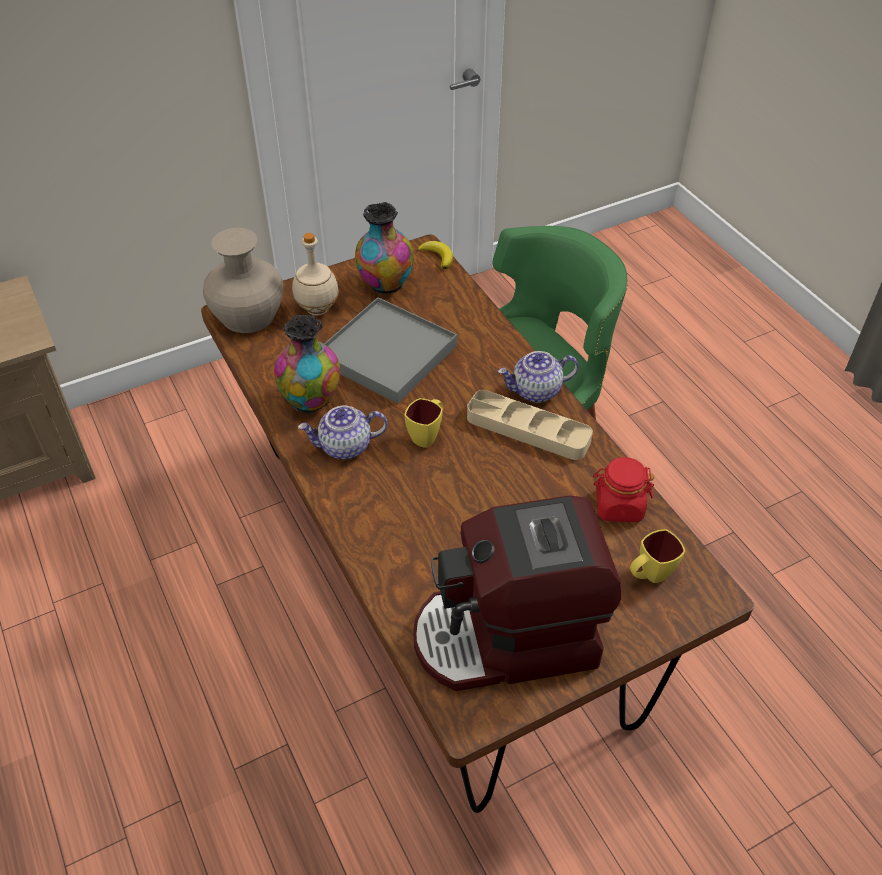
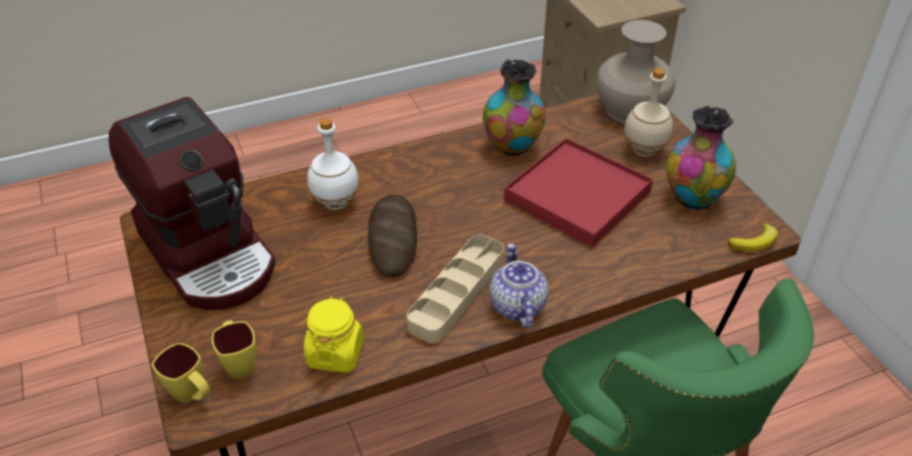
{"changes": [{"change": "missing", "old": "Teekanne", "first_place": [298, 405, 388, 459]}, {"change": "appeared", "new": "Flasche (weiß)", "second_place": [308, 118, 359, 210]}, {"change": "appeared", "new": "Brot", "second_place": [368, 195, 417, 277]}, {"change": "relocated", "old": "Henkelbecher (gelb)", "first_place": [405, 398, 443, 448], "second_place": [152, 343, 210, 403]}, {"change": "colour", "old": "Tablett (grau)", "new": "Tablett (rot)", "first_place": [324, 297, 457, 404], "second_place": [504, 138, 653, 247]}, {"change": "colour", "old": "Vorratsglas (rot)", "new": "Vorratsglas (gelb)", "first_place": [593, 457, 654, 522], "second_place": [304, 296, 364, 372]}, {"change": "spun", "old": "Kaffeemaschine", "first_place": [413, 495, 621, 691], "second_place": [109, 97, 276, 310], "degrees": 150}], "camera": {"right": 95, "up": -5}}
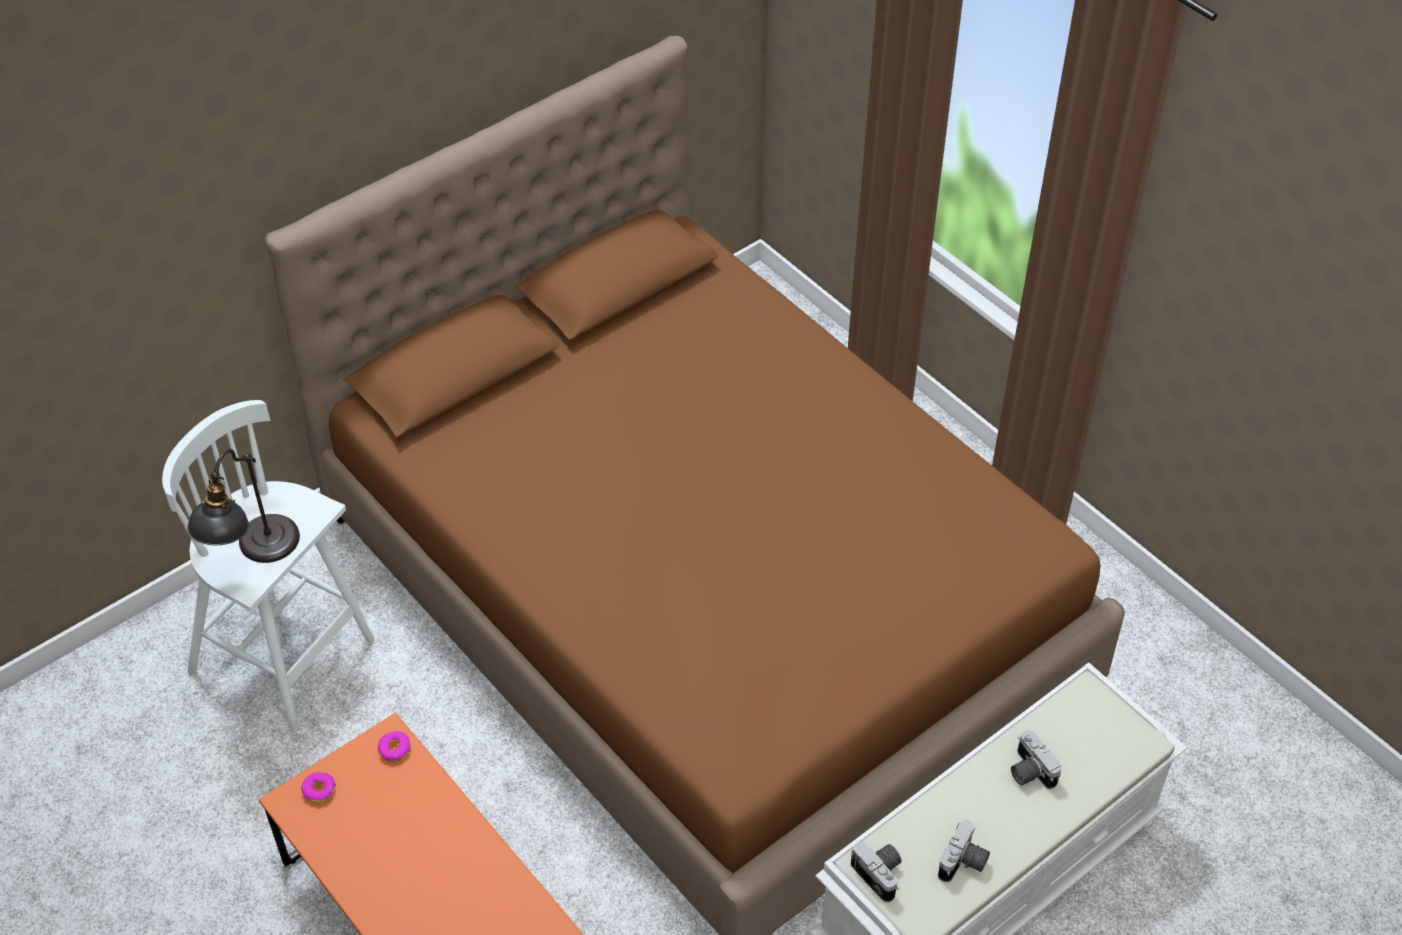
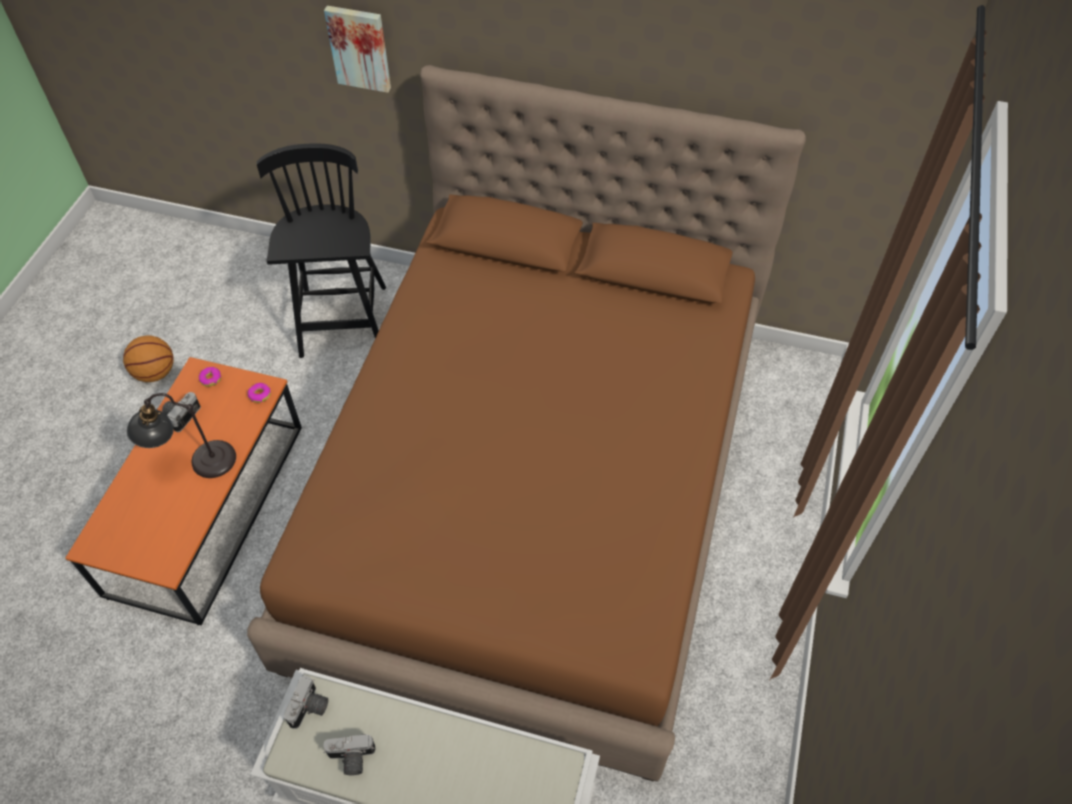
{"changes": [{"change": "appeared", "new": "Basketball", "second_place": [123, 335, 174, 382]}, {"change": "appeared", "new": "Bild", "second_place": [324, 6, 391, 93]}, {"change": "relocated", "old": "Tischlampe (grau)", "first_place": [187, 449, 300, 563], "second_place": [127, 393, 236, 478]}, {"change": "relocated", "old": "Kamera", "first_place": [1011, 730, 1061, 789], "second_place": [162, 392, 201, 432]}, {"change": "colour", "old": "Hocker (weiß)", "new": "Hocker (schwarz)", "first_place": [162, 400, 374, 730], "second_place": [256, 144, 386, 358]}], "camera": {"right": 55, "up": 5}}
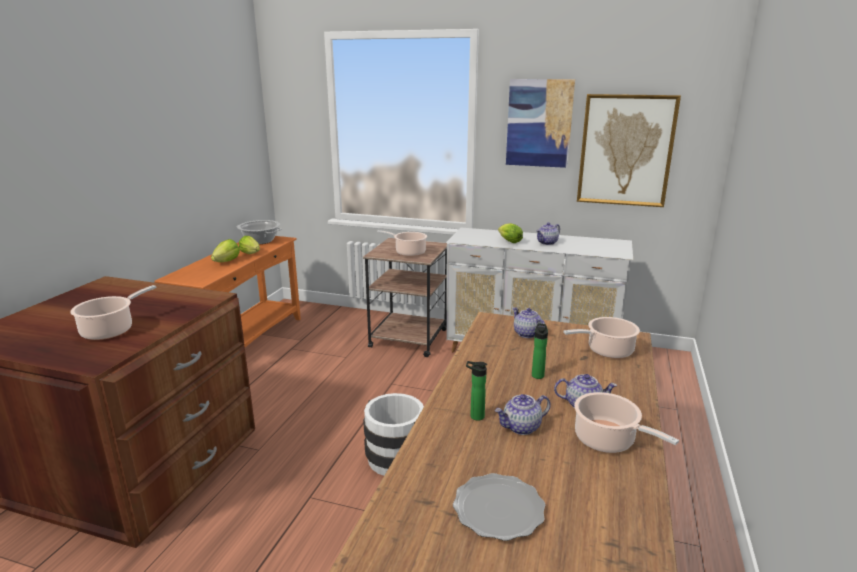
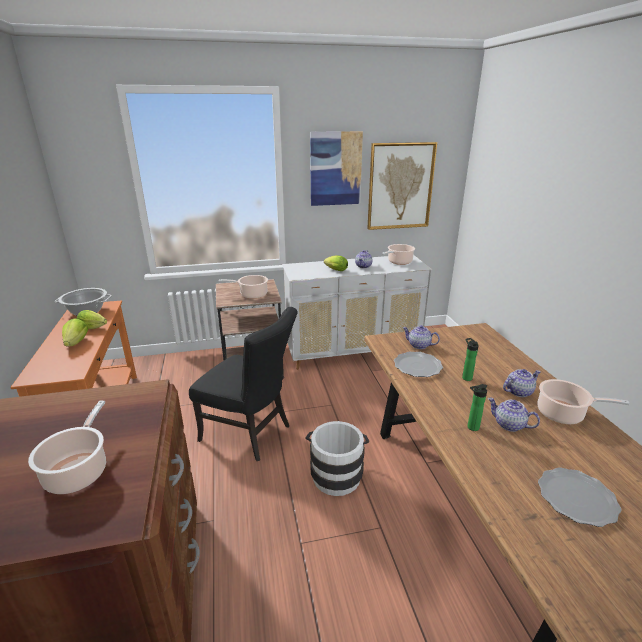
{"changes": [{"change": "appeared", "new": "Stuhl (schwarz)", "second_place": [189, 307, 298, 461]}, {"change": "appeared", "new": "Teller", "second_place": [394, 352, 443, 377]}, {"change": "relocated", "old": "Kochtopf", "first_place": [563, 317, 640, 358], "second_place": [382, 244, 415, 265]}, {"change": "spun", "old": "Teekanne", "first_place": [495, 394, 551, 435], "second_place": [488, 398, 540, 432], "degrees": 90}], "camera": {"right": -30, "up": 5}}
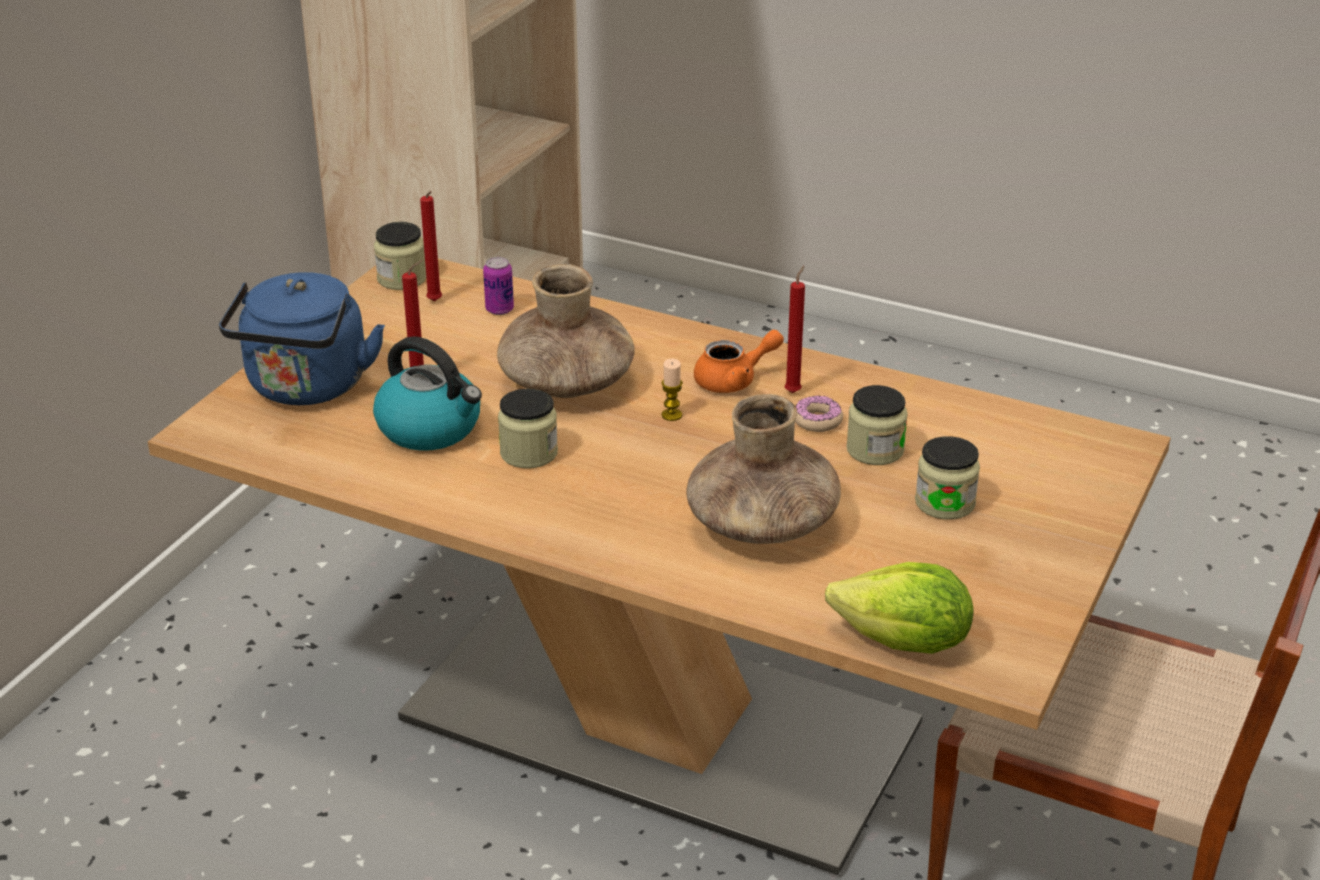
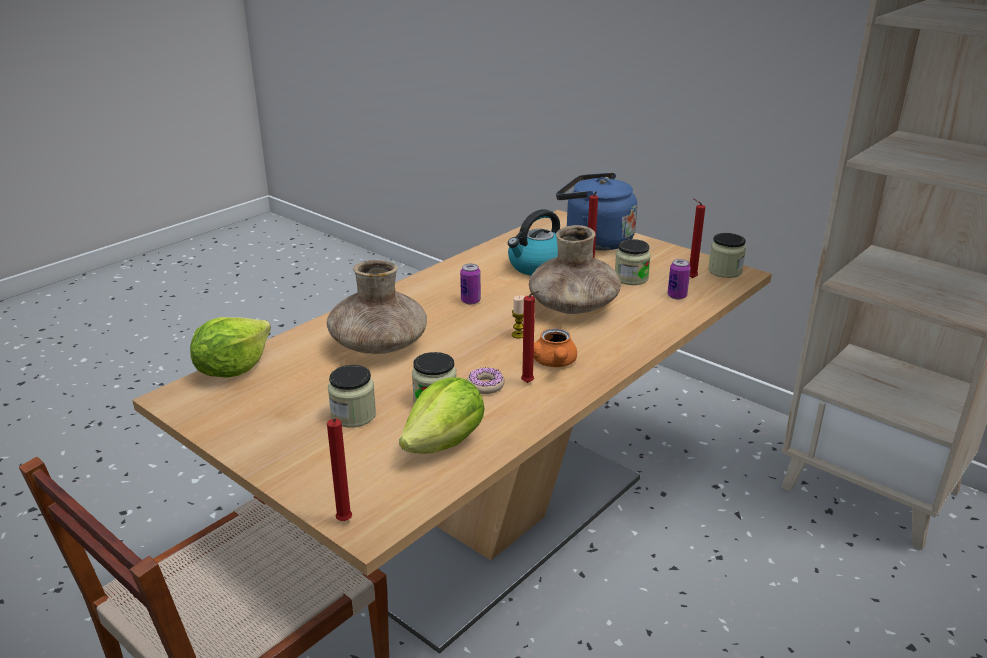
{"changes": [{"change": "appeared", "new": "Kerze (rot)", "second_place": [327, 417, 352, 521]}, {"change": "appeared", "new": "Salatkopf", "second_place": [399, 377, 484, 454]}, {"change": "appeared", "new": "Dose", "second_place": [460, 264, 481, 304]}, {"change": "relocated", "old": "Vorratsglas", "first_place": [498, 389, 558, 468], "second_place": [615, 239, 651, 285]}], "camera": {"right": 105, "up": -5}}
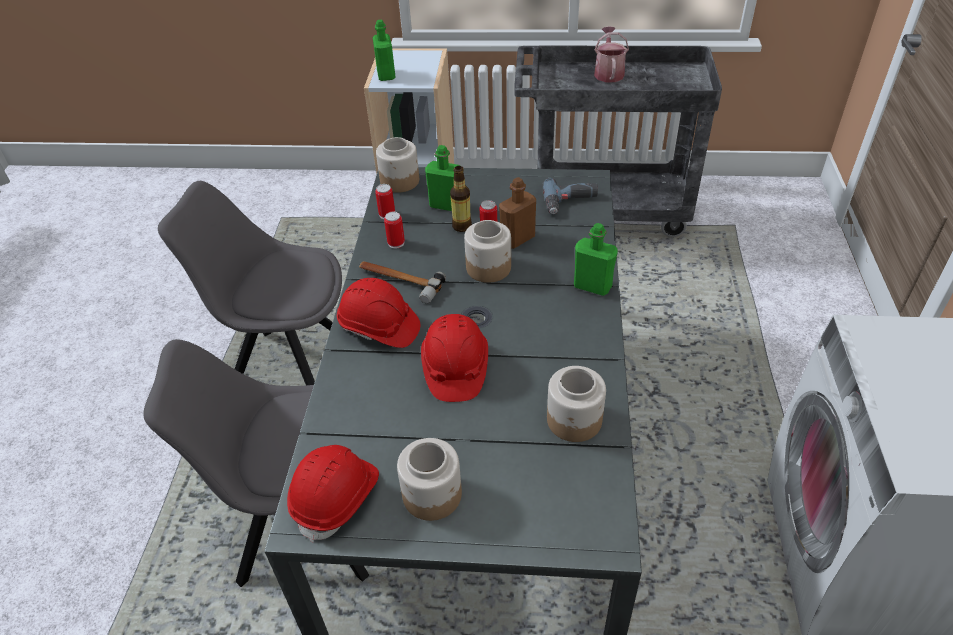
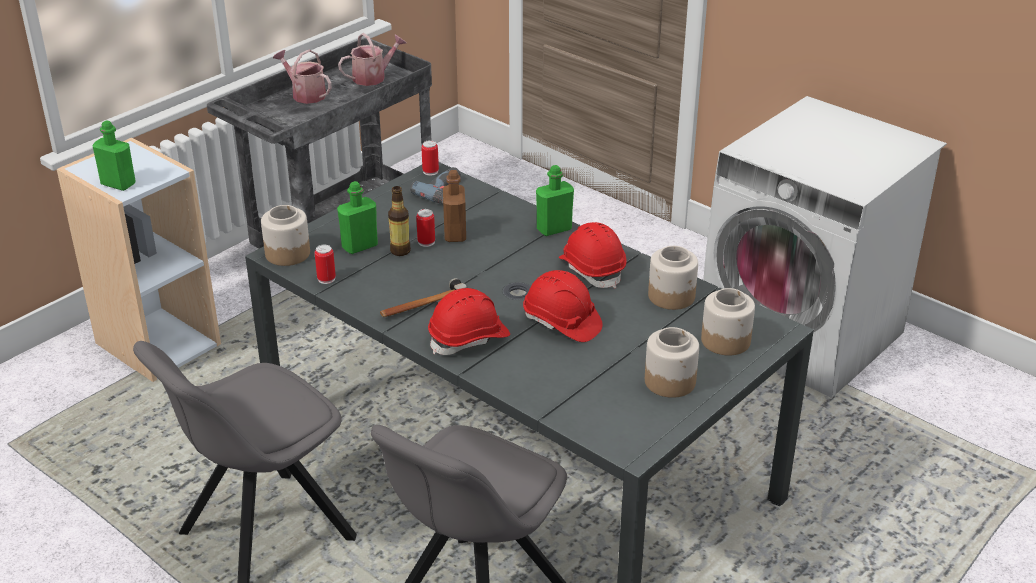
{"changes": [{"change": "appeared", "new": "Gießkanne", "second_place": [338, 33, 406, 86]}, {"change": "relocated", "old": "Schutzhelm (rot)", "first_place": [287, 445, 379, 543], "second_place": [559, 222, 627, 288]}, {"change": "relocated", "old": "Dose", "first_place": [384, 212, 405, 249], "second_place": [421, 140, 439, 176]}, {"change": "relocated", "old": "Vorratsglas", "first_place": [464, 220, 511, 283], "second_place": [701, 288, 755, 355]}], "camera": {"right": -55, "up": -10}}
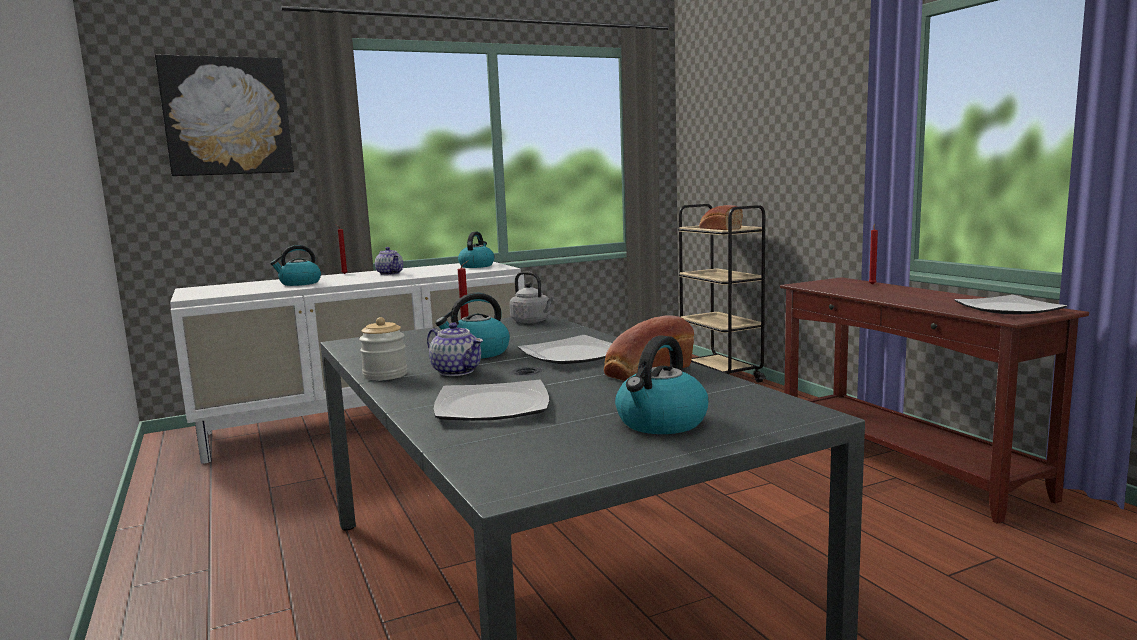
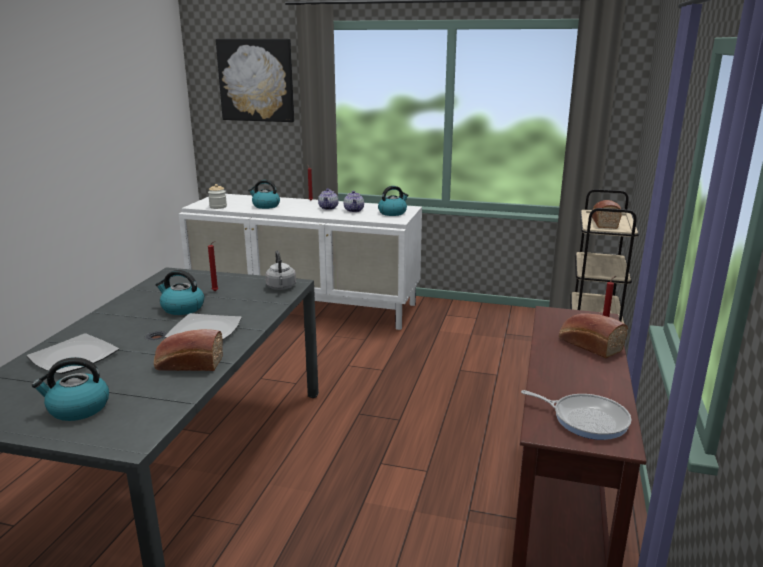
{"changes": [{"change": "appeared", "new": "Brot", "second_place": [559, 314, 628, 358]}, {"change": "relocated", "old": "Vorratsglas", "first_place": [359, 317, 407, 381], "second_place": [208, 184, 227, 209]}, {"change": "relocated", "old": "Teekanne", "first_place": [427, 322, 483, 376], "second_place": [344, 191, 364, 212]}, {"change": "exchanged", "old": "Teller", "new": "Pfanne", "first_place": [954, 295, 1067, 314], "second_place": [521, 390, 631, 440]}], "camera": {"right": 40, "up": 10}}
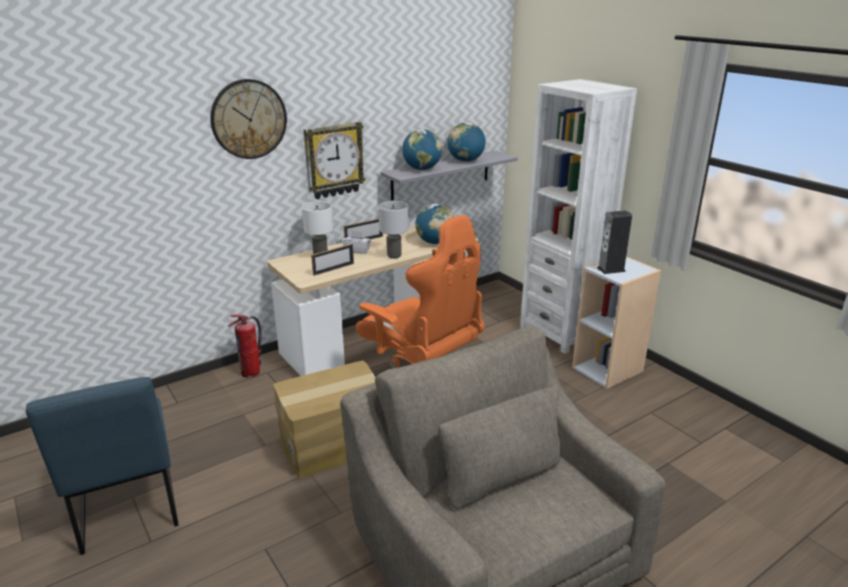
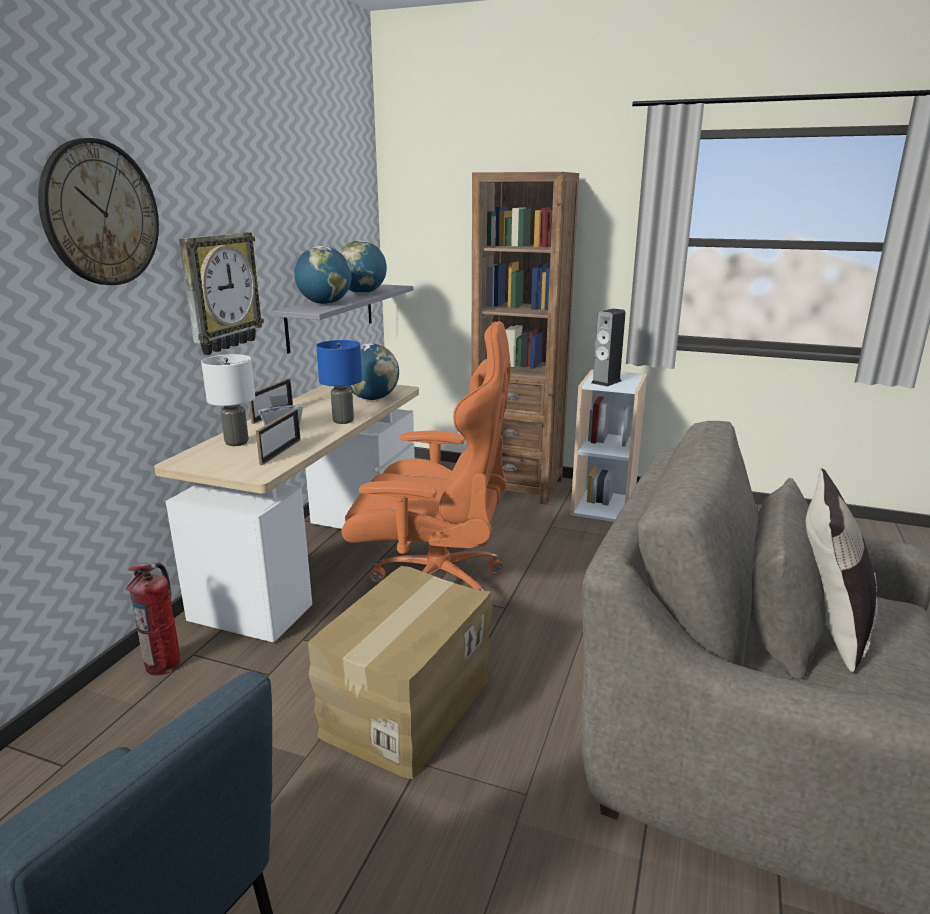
{"changes": [{"change": "appeared", "new": "Kissen", "second_place": [806, 468, 878, 673]}, {"change": "colour", "old": "Tischlampe (weiß)", "new": "Tischlampe (blau)", "first_place": [379, 201, 408, 259], "second_place": [316, 340, 362, 424]}, {"change": "colour", "old": "Bücherregal (weiß)", "new": "Bücherregal (braun)", "first_place": [520, 79, 637, 354], "second_place": [471, 172, 579, 505]}], "camera": {"right": -35, "up": -5}}
